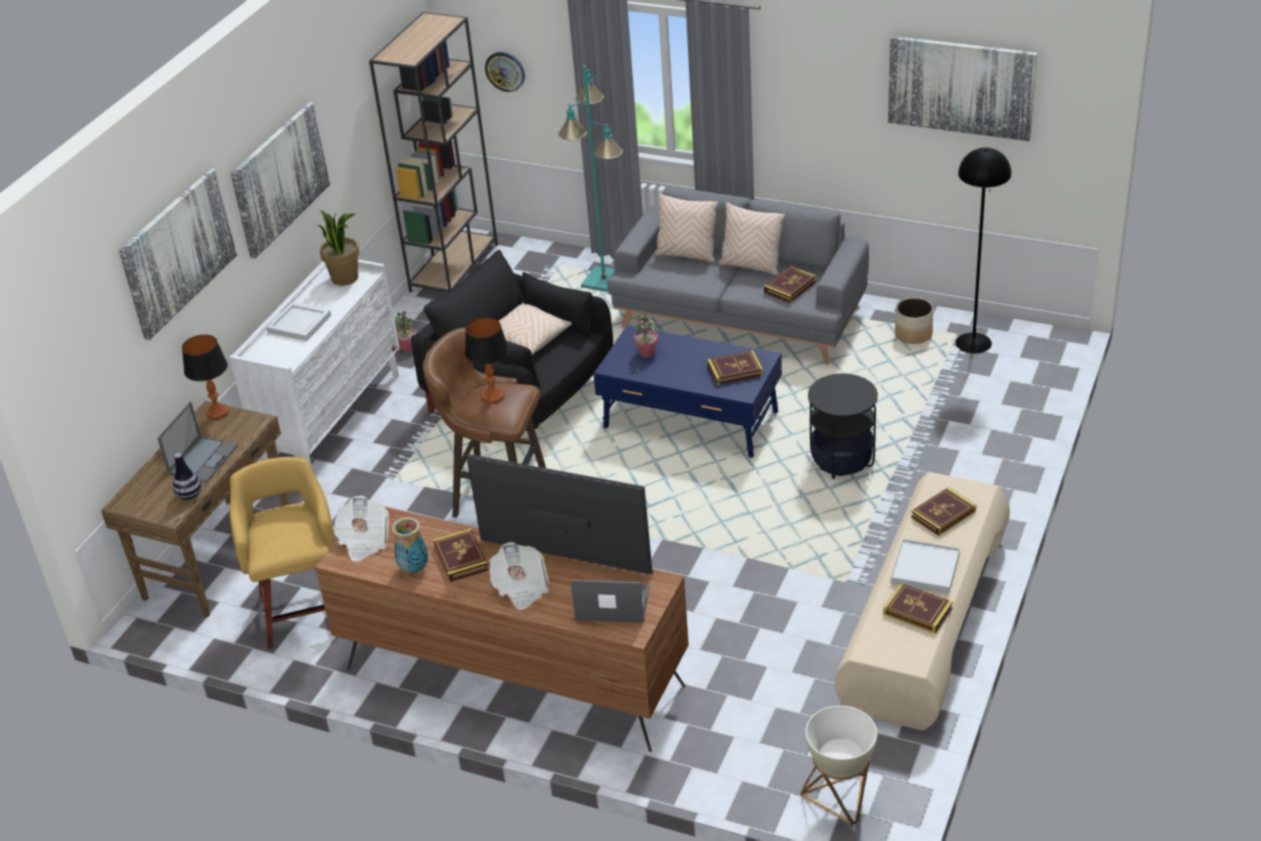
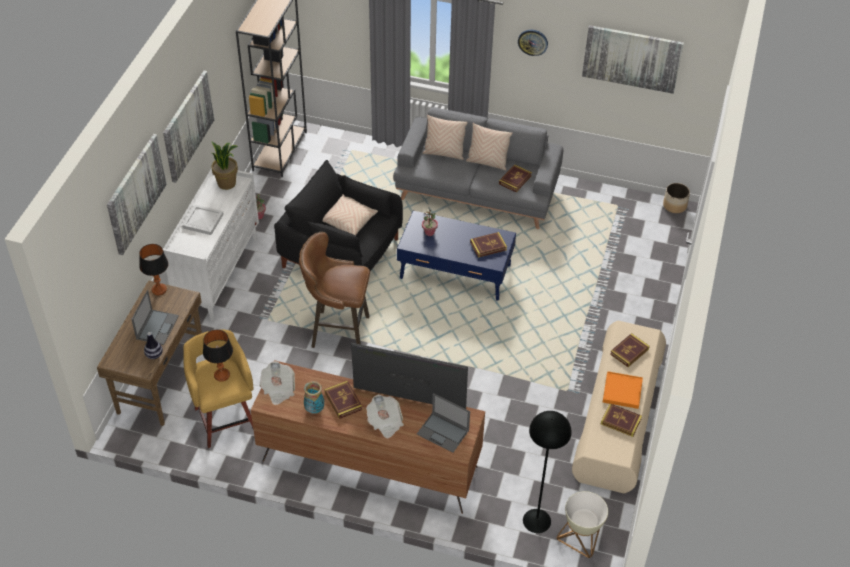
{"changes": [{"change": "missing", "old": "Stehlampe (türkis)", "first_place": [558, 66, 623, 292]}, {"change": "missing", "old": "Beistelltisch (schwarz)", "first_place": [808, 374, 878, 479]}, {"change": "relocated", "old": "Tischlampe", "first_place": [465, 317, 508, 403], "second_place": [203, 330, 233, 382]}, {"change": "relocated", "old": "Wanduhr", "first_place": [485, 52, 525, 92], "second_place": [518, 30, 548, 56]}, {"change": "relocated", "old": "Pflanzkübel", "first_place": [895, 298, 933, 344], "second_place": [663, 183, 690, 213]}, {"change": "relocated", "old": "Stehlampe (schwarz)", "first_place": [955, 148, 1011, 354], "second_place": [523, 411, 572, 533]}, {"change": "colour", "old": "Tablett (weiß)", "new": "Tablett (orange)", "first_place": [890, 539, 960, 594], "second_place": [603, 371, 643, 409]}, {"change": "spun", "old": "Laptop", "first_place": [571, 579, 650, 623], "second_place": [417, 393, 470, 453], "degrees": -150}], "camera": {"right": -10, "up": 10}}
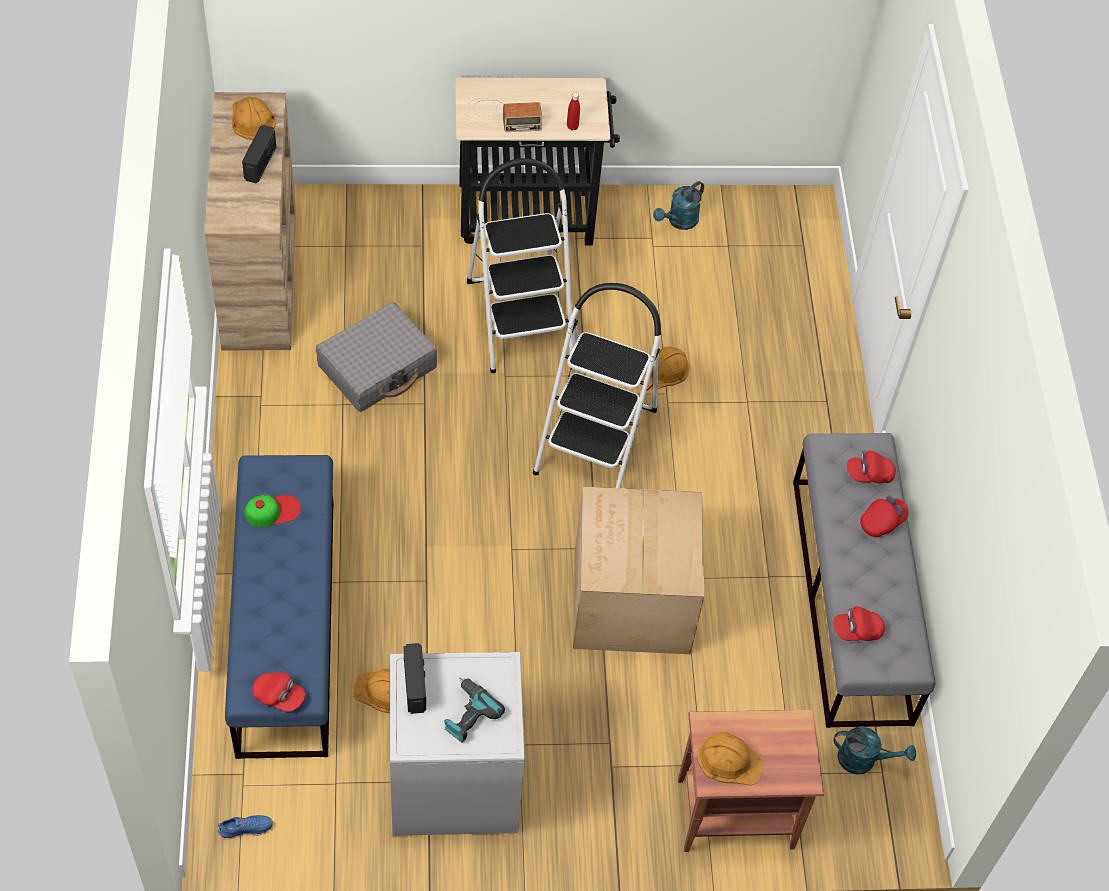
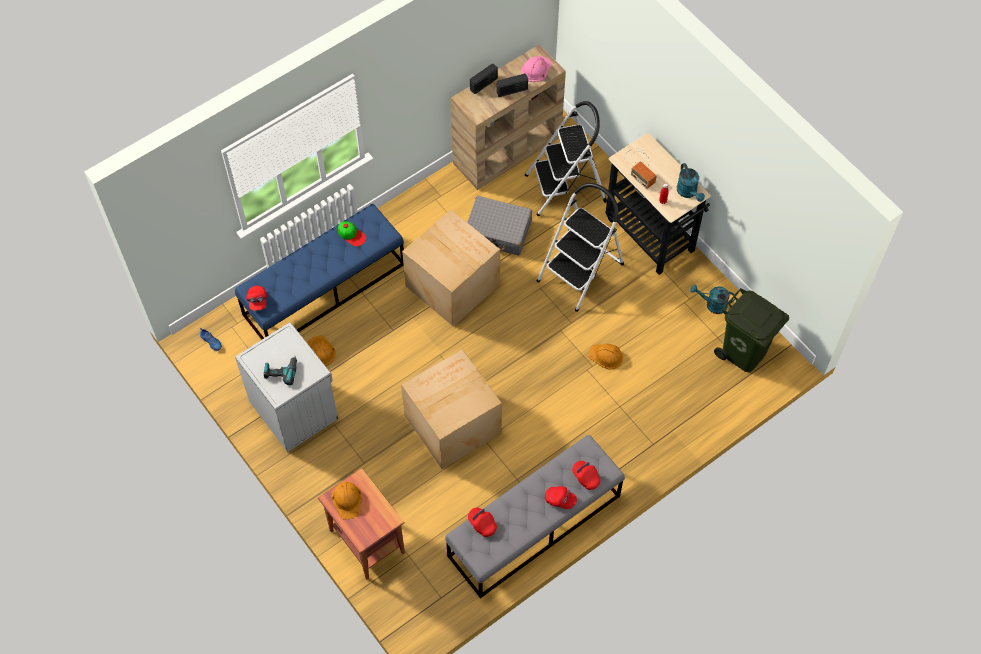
{"changes": [{"change": "appeared", "new": "Karton", "second_place": [402, 210, 500, 327]}, {"change": "appeared", "new": "Mülleimer (grün)", "second_place": [714, 288, 789, 372]}, {"change": "relocated", "old": "Radio", "first_place": [404, 643, 426, 714], "second_place": [470, 64, 498, 94]}, {"change": "relocated", "old": "Trittleiter", "first_place": [533, 283, 661, 488], "second_place": [525, 101, 607, 216]}, {"change": "relocated", "old": "Gießkanne (türkis)", "first_place": [834, 726, 916, 775], "second_place": [677, 163, 705, 202]}, {"change": "colour", "old": "Schutzhelm (orange)", "new": "Schutzhelm (rosa)", "first_place": [231, 97, 276, 140], "second_place": [521, 56, 552, 82]}], "camera": {"right": 60, "up": 5}}
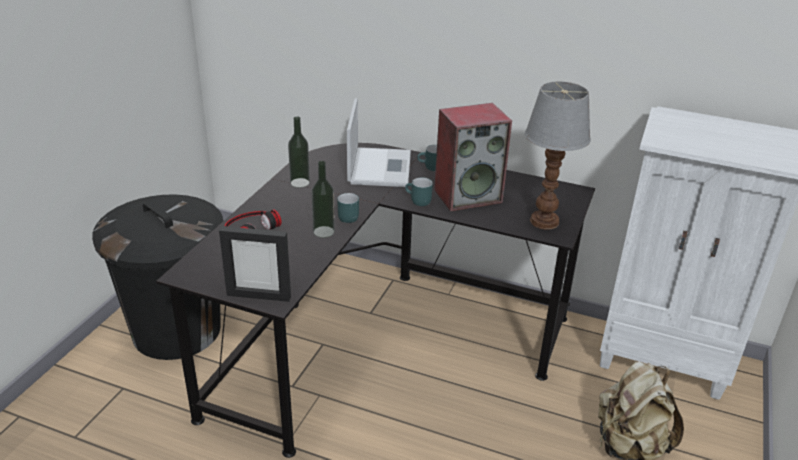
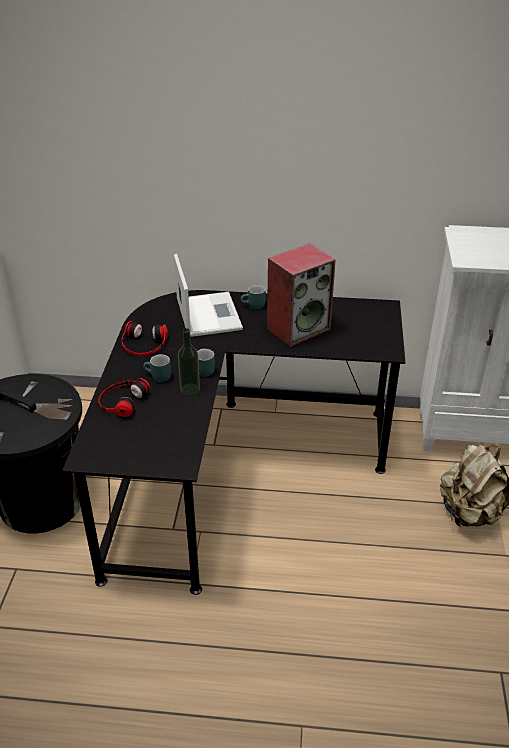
{"changes": [{"change": "missing", "old": "Bilderrahmen", "first_place": [219, 226, 291, 302]}, {"change": "missing", "old": "Tischlampe", "first_place": [525, 81, 591, 230]}, {"change": "relocated", "old": "Henkelbecher (türkis)", "first_place": [405, 177, 433, 206], "second_place": [143, 354, 171, 382]}, {"change": "exchanged", "old": "Flasche", "new": "Kopfhörer", "first_place": [288, 117, 310, 188], "second_place": [121, 321, 168, 356]}], "camera": {"right": -15, "up": 5}}
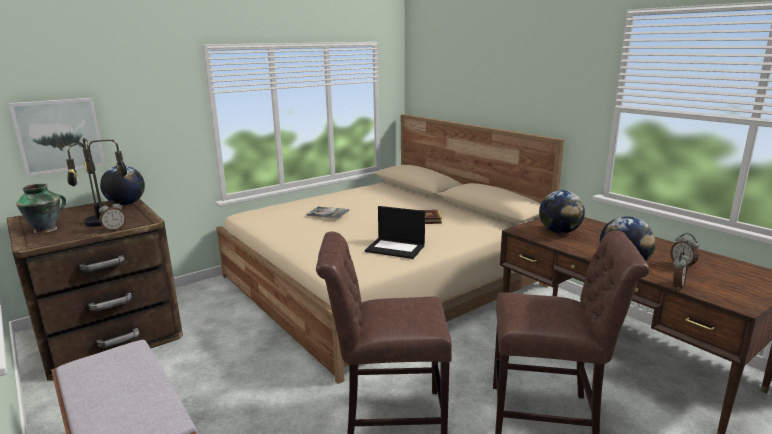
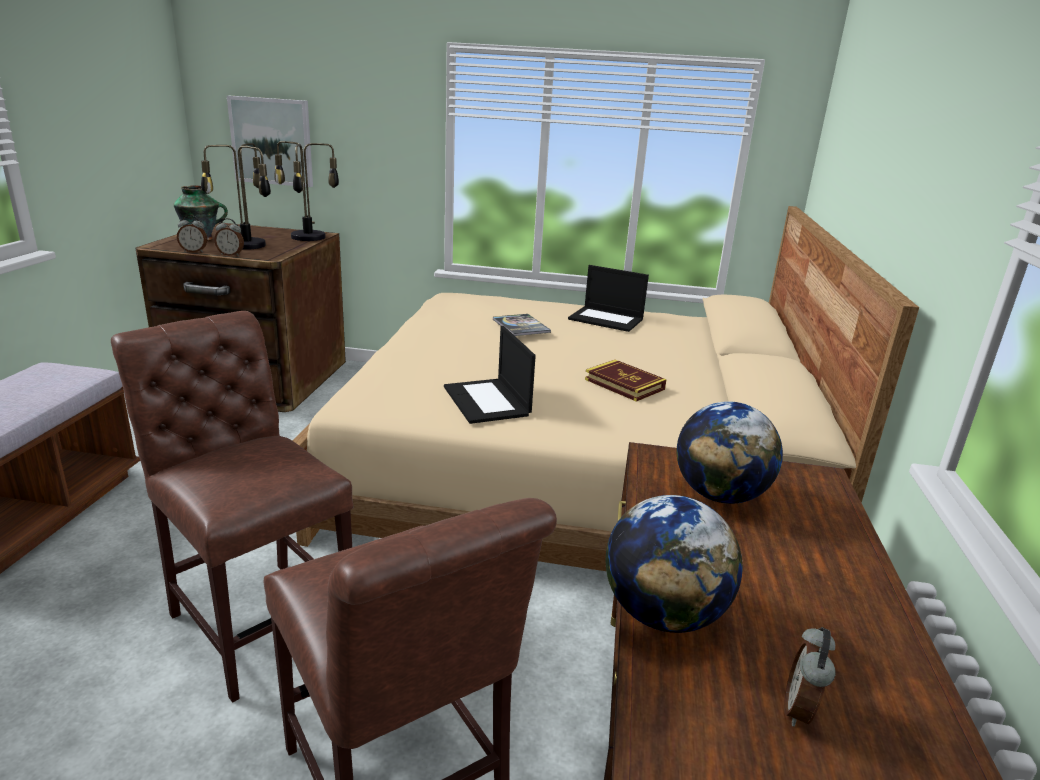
{"changes": [{"change": "appeared", "new": "Laptop", "second_place": [568, 265, 649, 332]}, {"change": "relocated", "old": "Wecker", "first_place": [673, 252, 689, 290], "second_place": [177, 215, 208, 252]}, {"change": "exchanged", "old": "Globus", "new": "Tischlampe", "first_place": [100, 166, 145, 205], "second_place": [275, 141, 339, 241]}], "camera": {"right": 45, "up": 5}}
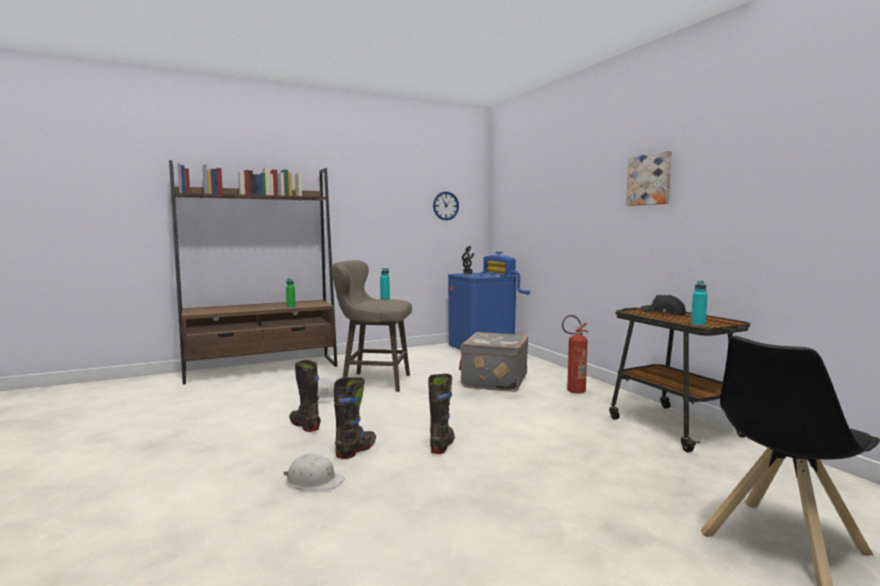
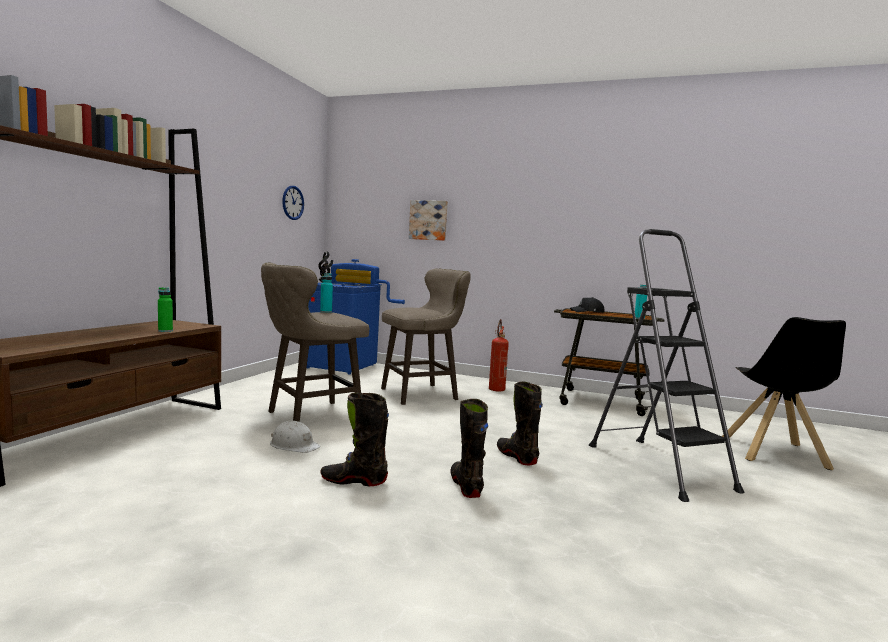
{"changes": [{"change": "missing", "old": "Schutzhelm (weiß)", "first_place": [283, 454, 345, 489]}, {"change": "appeared", "new": "Trittleiter", "second_place": [589, 229, 744, 502]}, {"change": "relocated", "old": "Bild", "first_place": [626, 151, 672, 206], "second_place": [409, 200, 448, 241]}, {"change": "exchanged", "old": "Koffer (grau)", "new": "Hocker (beige)", "first_place": [459, 332, 528, 392], "second_place": [381, 268, 471, 405]}], "camera": {"right": -45, "up": 0}}
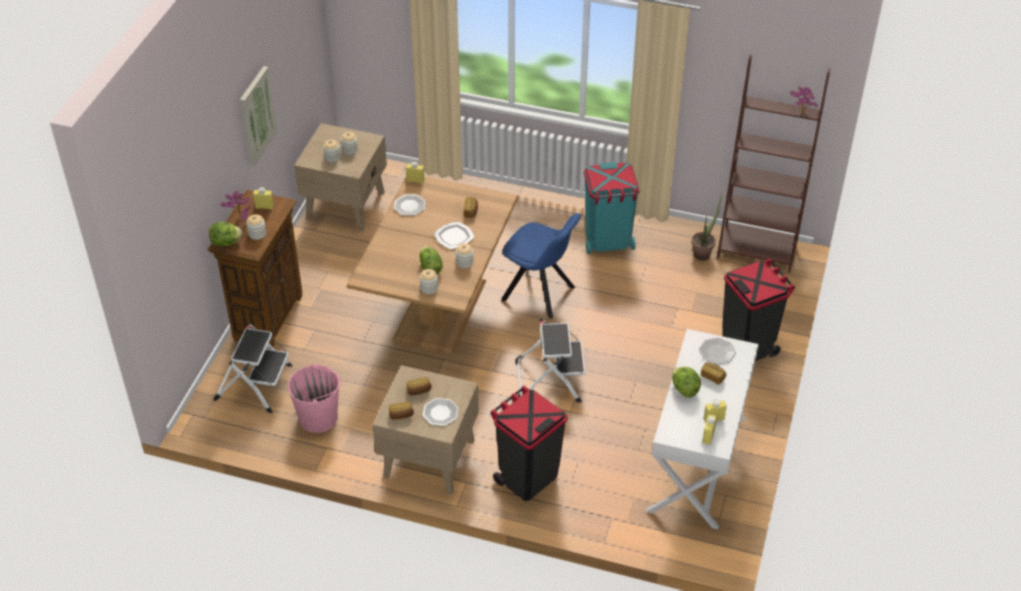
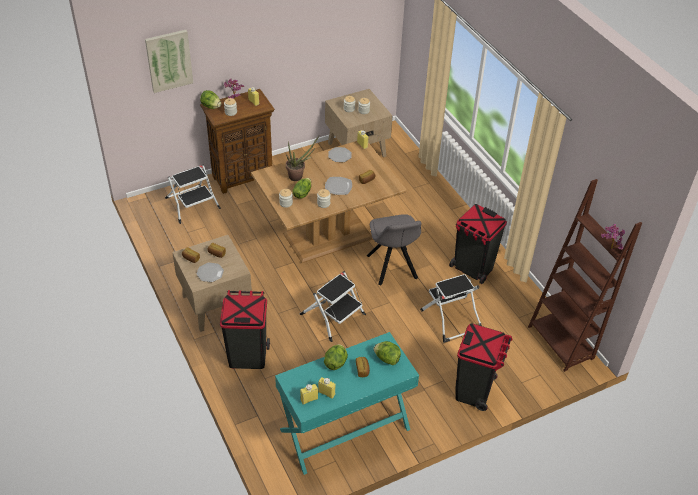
{"changes": [{"change": "missing", "old": "Eimer (rosa)", "first_place": [288, 364, 341, 433]}, {"change": "appeared", "new": "Trittleiter", "second_place": [420, 274, 482, 343]}, {"change": "relocated", "old": "Bild", "first_place": [240, 66, 278, 165], "second_place": [145, 30, 193, 93]}, {"change": "relocated", "old": "Topfpflanze", "first_place": [692, 193, 722, 260], "second_place": [286, 136, 319, 181]}, {"change": "exchanged", "old": "Teller", "new": "Salatkopf", "first_place": [699, 338, 736, 365], "second_place": [373, 341, 401, 365]}, {"change": "colour", "old": "Stuhl (blau)", "new": "Stuhl (grau)", "first_place": [501, 213, 581, 319], "second_place": [367, 214, 421, 285]}, {"change": "colour", "old": "Mülleimer (türkis)", "new": "Mülleimer (schwarz)", "first_place": [584, 162, 639, 254], "second_place": [449, 204, 507, 284]}, {"change": "colour", "old": "Konsolentisch (weiß)", "new": "Konsolentisch (türkis)", "first_place": [646, 329, 759, 529], "second_place": [275, 332, 419, 475]}], "camera": {"right": 45, "up": 0}}
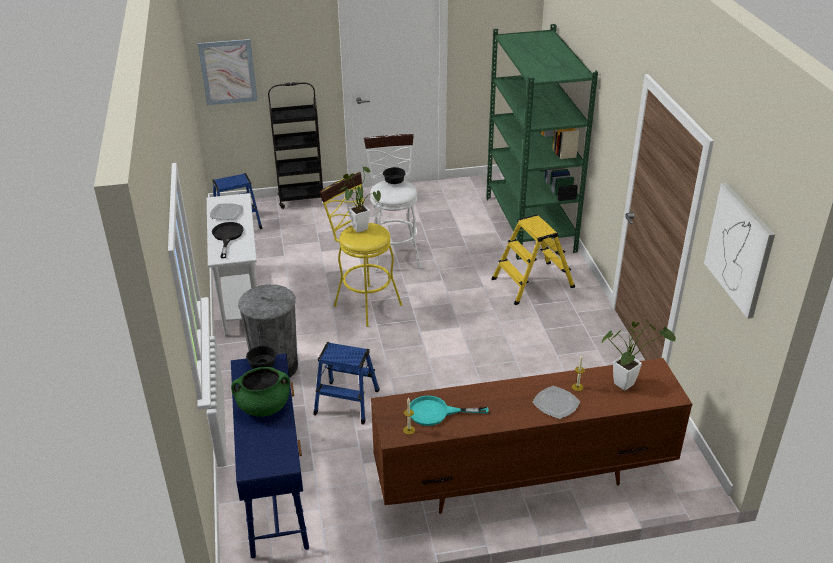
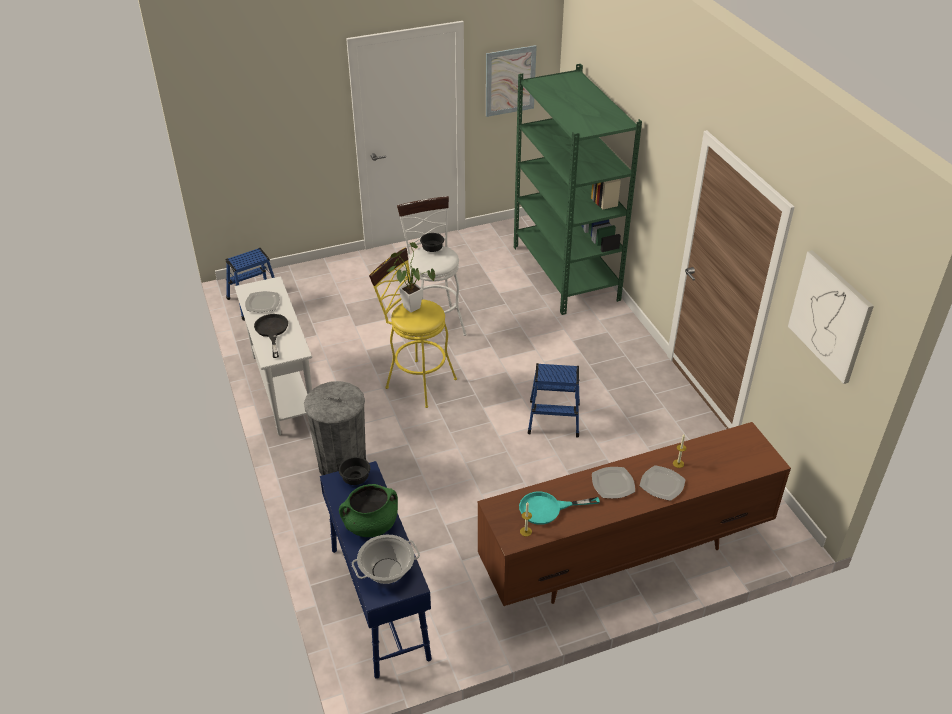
{"changes": [{"change": "missing", "old": "Rollwagen (schwarz)", "first_place": [268, 82, 323, 209]}, {"change": "missing", "old": "Trittleiter (gelb)", "first_place": [491, 214, 575, 305]}, {"change": "missing", "old": "Topfpflanze", "first_place": [602, 319, 676, 391]}, {"change": "appeared", "new": "Kochtopf", "second_place": [352, 535, 420, 584]}, {"change": "appeared", "new": "Teller", "second_place": [592, 467, 635, 499]}, {"change": "relocated", "old": "Bild", "first_place": [198, 39, 258, 105], "second_place": [486, 45, 537, 117]}, {"change": "relocated", "old": "Trittleiter (blau)", "first_place": [313, 342, 380, 425], "second_place": [528, 363, 580, 437]}], "camera": {"right": -10, "up": 5}}
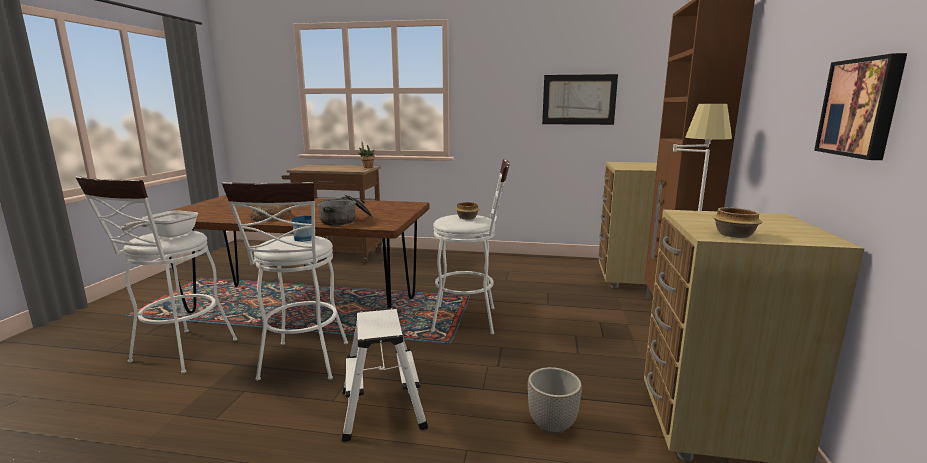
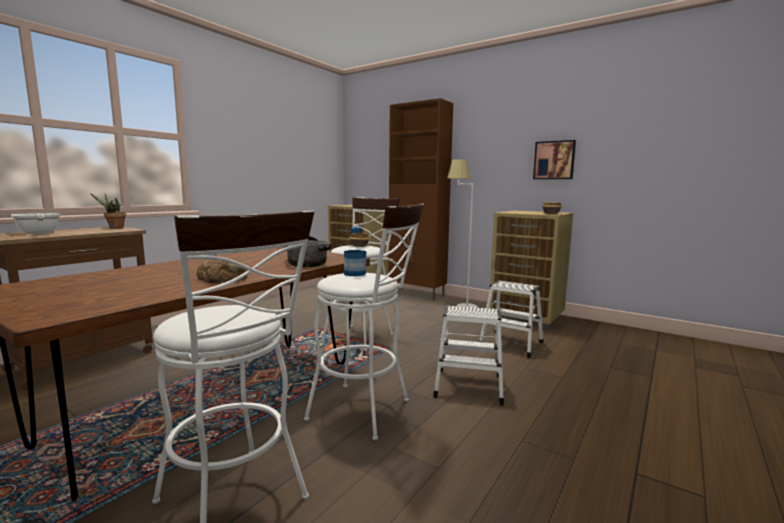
{"changes": [{"change": "missing", "old": "Bild", "first_place": [542, 74, 618, 125]}, {"change": "relocated", "old": "Pfanne", "first_place": [121, 210, 198, 238], "second_place": [11, 213, 61, 234]}, {"change": "exchanged", "old": "Pflanzkübel", "new": "Trittleiter (weiß)", "first_place": [528, 367, 582, 434], "second_place": [479, 280, 544, 358]}], "camera": {"right": -65, "up": -5}}
